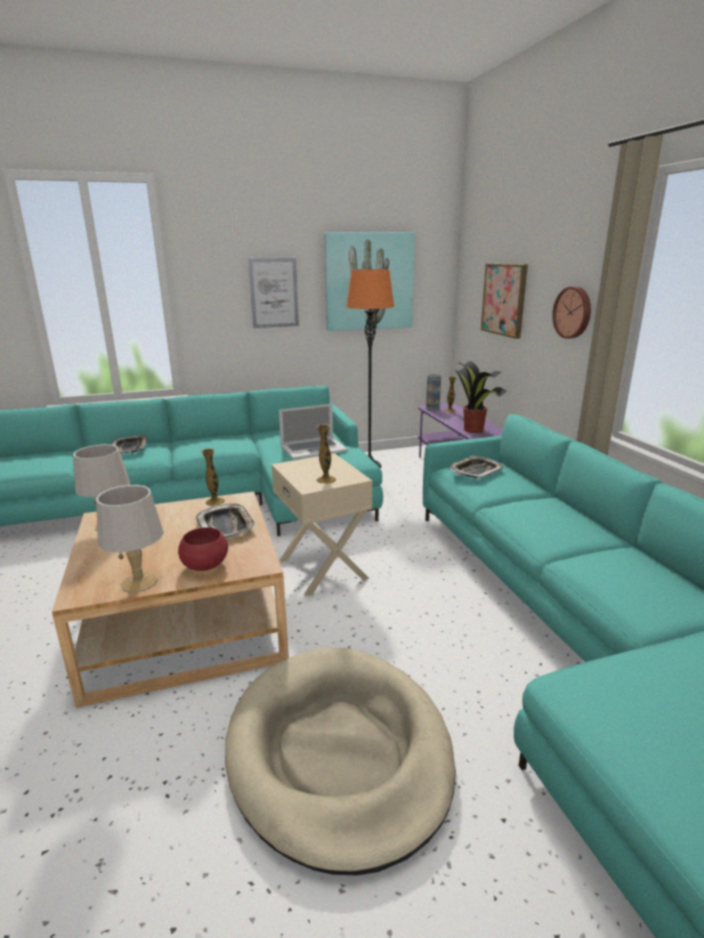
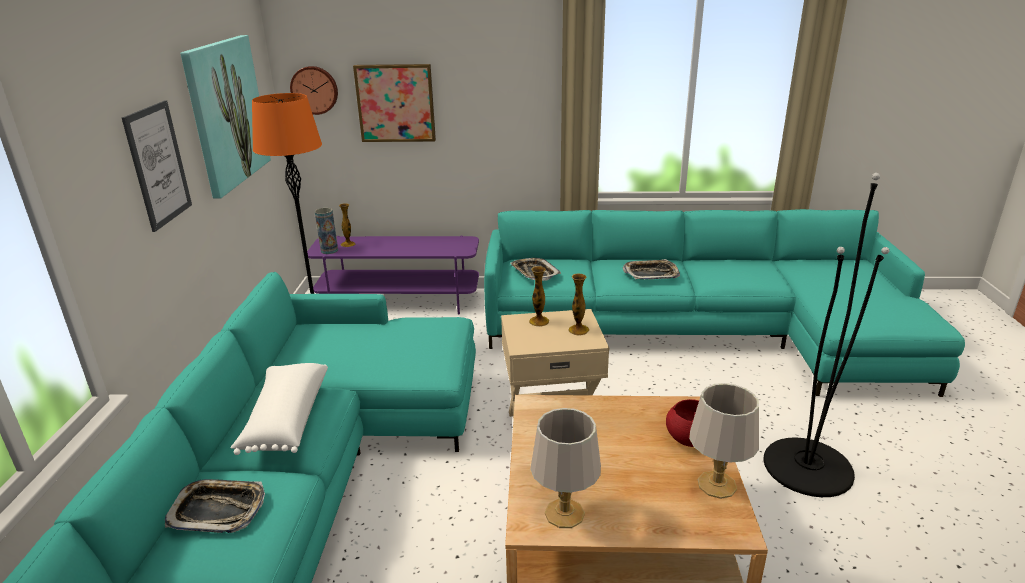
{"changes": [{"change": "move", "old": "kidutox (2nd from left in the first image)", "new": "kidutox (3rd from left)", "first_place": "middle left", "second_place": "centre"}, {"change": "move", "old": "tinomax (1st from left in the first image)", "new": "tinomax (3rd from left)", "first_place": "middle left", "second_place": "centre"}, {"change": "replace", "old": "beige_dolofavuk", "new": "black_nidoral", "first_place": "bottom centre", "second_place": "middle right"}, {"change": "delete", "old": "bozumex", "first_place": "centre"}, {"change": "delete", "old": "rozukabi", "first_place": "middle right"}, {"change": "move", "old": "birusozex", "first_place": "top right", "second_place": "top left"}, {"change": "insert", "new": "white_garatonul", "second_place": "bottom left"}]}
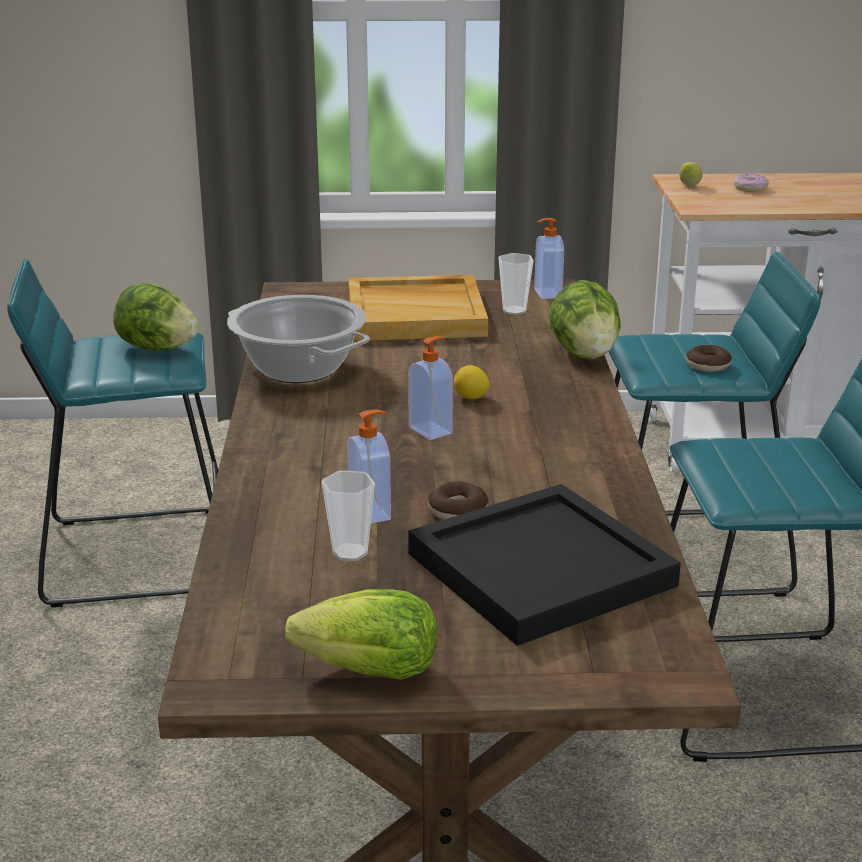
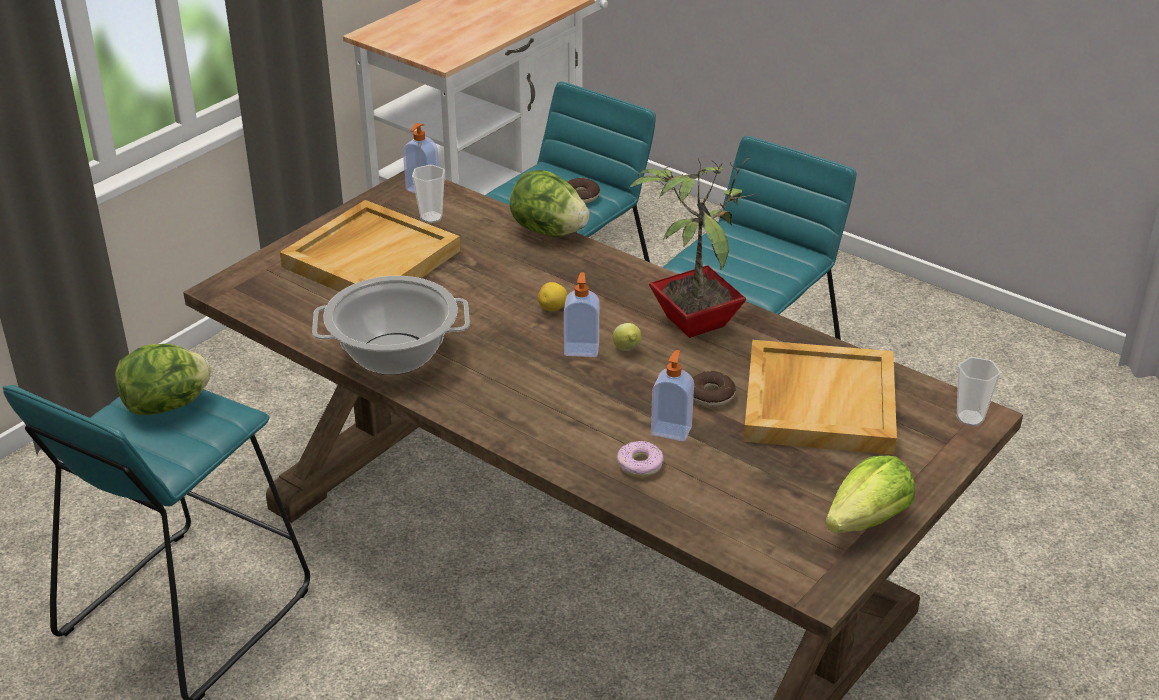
{"changes": [{"change": "move", "old": "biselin (1st from left in the first image)", "new": "biselin (2nd from left)", "first_place": "centre", "second_place": "middle right"}, {"change": "recolor", "old": "black_kidutox", "new": "beige_kidutox (2nd from left)", "first_place": "centre", "second_place": "middle right"}, {"change": "move", "old": "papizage (2nd from left)", "first_place": "top right", "second_place": "centre"}, {"change": "move", "old": "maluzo (3rd from left in the first image)", "new": "maluzo (2nd from left)", "first_place": "top right", "second_place": "centre"}, {"change": "insert", "new": "rozukabi", "second_place": "centre"}]}
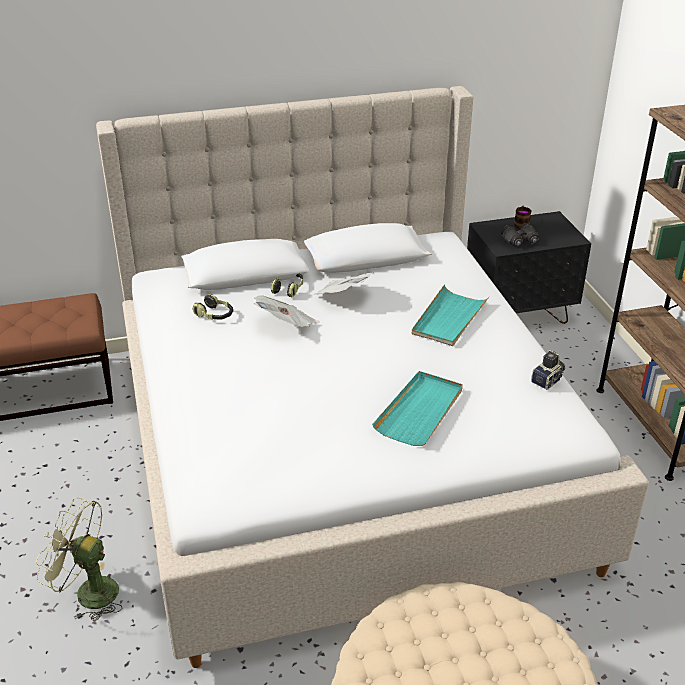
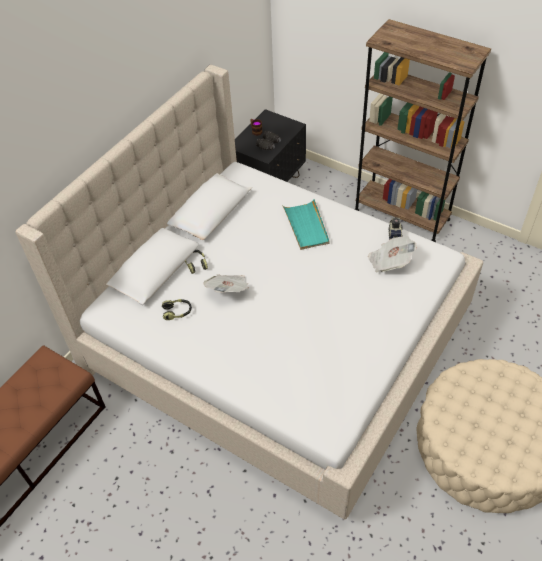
{"changes": [{"change": "delete", "old": "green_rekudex", "first_place": "bottom left"}, {"change": "move", "old": "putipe (2nd from left)", "first_place": "centre", "second_place": "middle right"}, {"change": "delete", "old": "turquoise_kidutox (1st from left)", "first_place": "centre"}]}
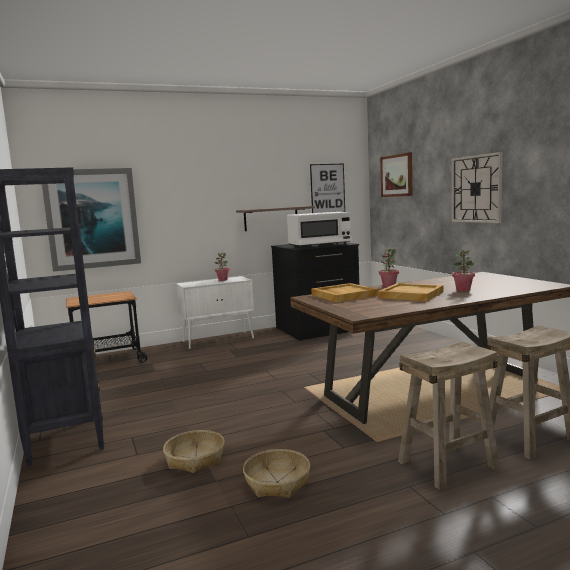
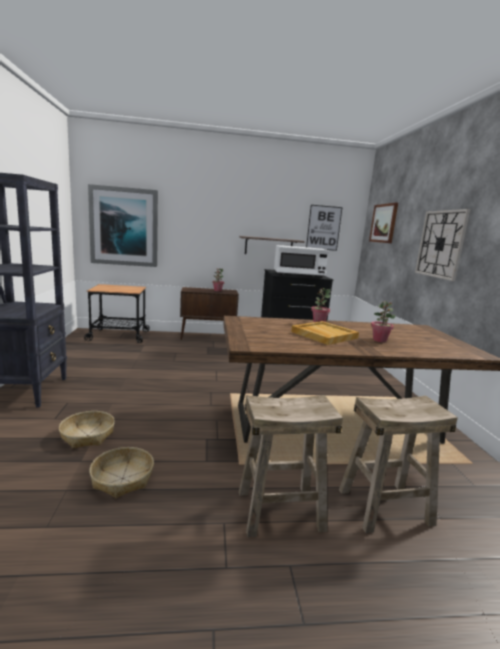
{"changes": [{"change": "recolor", "old": "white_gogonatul", "new": "brown_gogonatul", "first_place": "centre", "second_place": "centre"}, {"change": "delete", "old": "beige_kidutox (1st from left)", "first_place": "centre"}]}
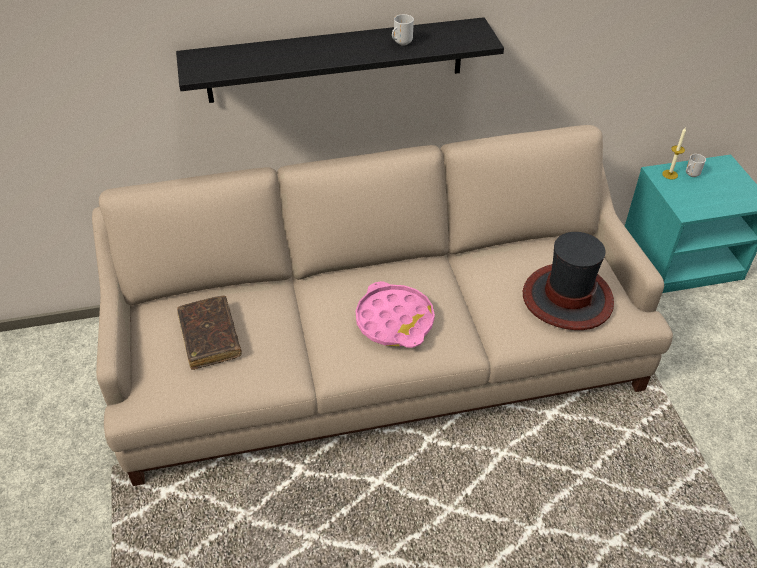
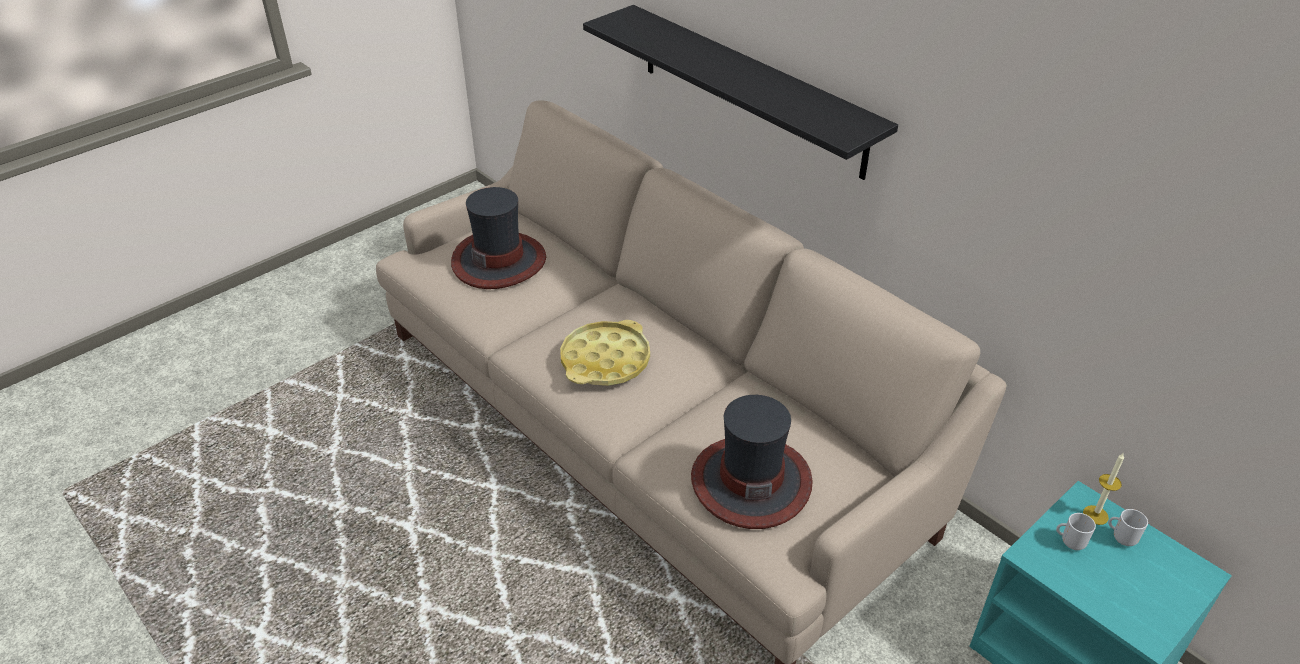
{"changes": [{"change": "replace", "old": "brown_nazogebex", "new": "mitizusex (1st from left)", "first_place": "middle left", "second_place": "centre"}, {"change": "recolor", "old": "pink_kidutox", "new": "yellow_kidutox", "first_place": "centre", "second_place": "centre"}, {"change": "move", "old": "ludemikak (1st from left)", "first_place": "top centre", "second_place": "bottom right"}]}
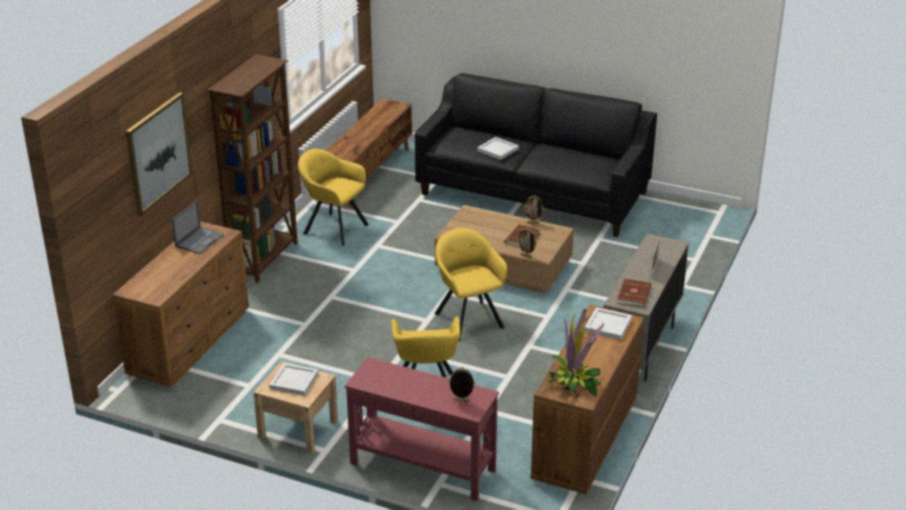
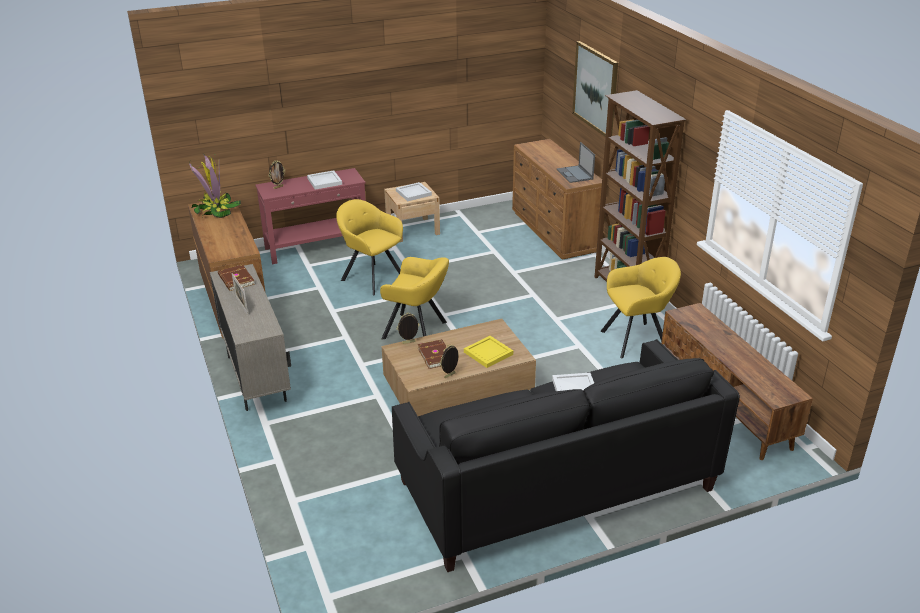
{"changes": [{"change": "move", "old": "white_kidutox (3rd from left in the first image)", "new": "white_kidutox (1st from left)", "first_place": "middle right", "second_place": "top centre"}, {"change": "insert", "new": "yellow_kidutox", "second_place": "centre"}]}
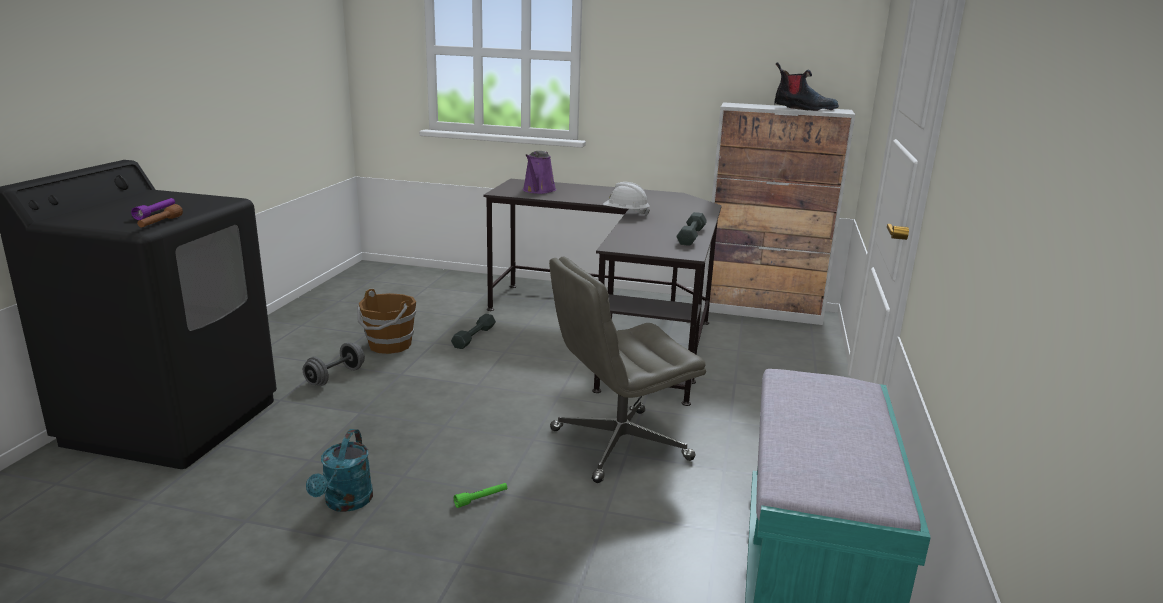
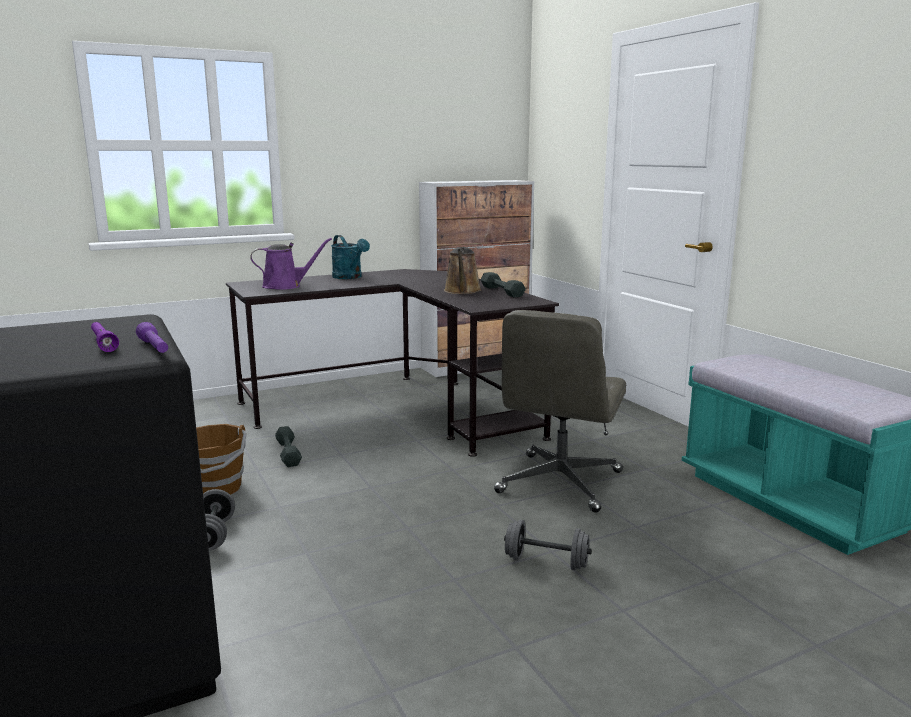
{"changes": [{"change": "recolor", "old": "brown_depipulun", "new": "purple_depipulun (2nd from left)", "first_place": "middle left", "second_place": "middle left"}, {"change": "move", "old": "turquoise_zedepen", "first_place": "bottom left", "second_place": "centre"}, {"change": "replace", "old": "green_depipulun", "new": "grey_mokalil (4th from left)", "first_place": "bottom centre", "second_place": "bottom centre"}, {"change": "rotate", "old": "purple_zedepen", "first_place": "top centre", "second_place": "middle left", "degrees": -75}, {"change": "delete", "old": "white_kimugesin", "first_place": "top centre"}, {"change": "delete", "old": "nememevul", "first_place": "top right"}, {"change": "insert", "new": "brown_zedepen", "second_place": "centre"}]}
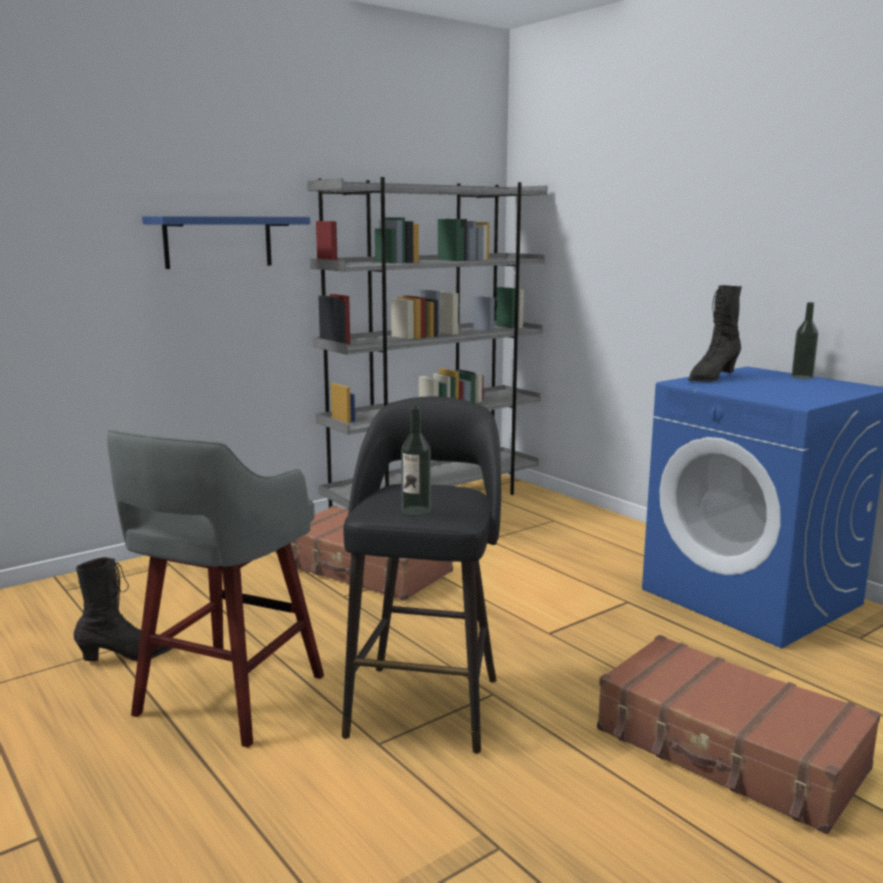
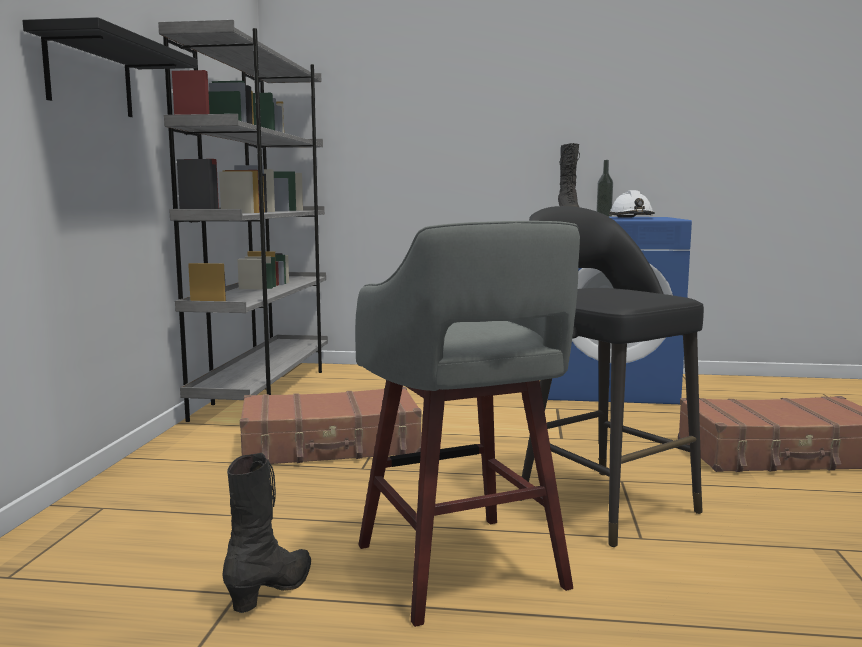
{"changes": [{"change": "recolor", "old": "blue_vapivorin", "new": "black_vapivorin", "first_place": "top left", "second_place": "top left"}, {"change": "delete", "old": "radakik (1st from left)", "first_place": "centre"}, {"change": "insert", "new": "white_kimugesin", "second_place": "top right"}]}
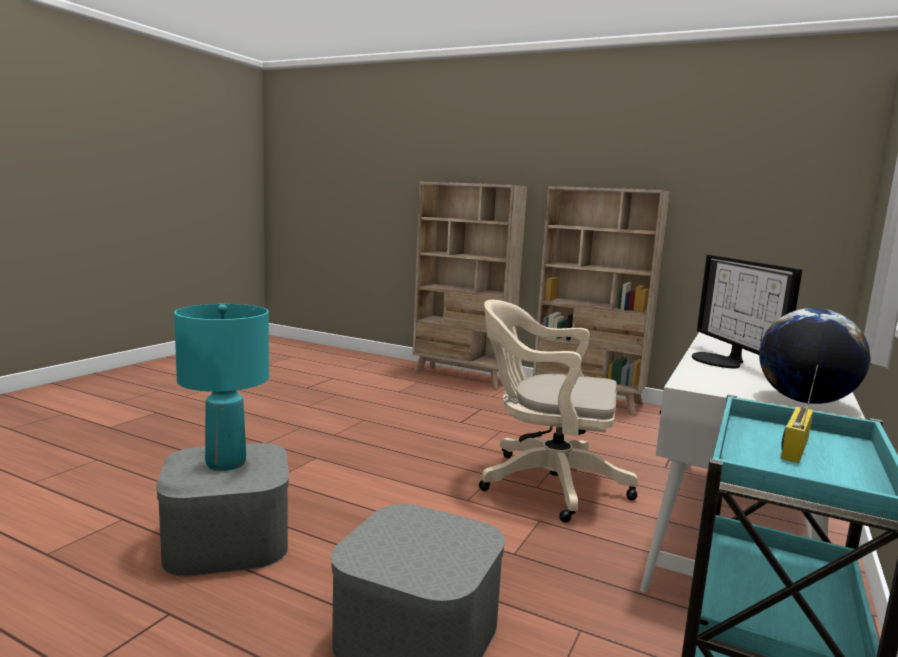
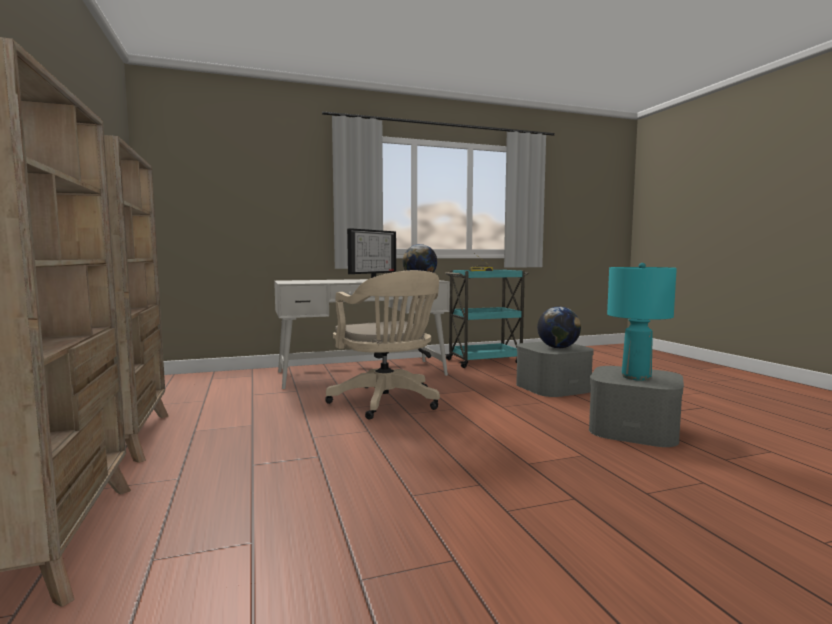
{"changes": [{"change": "insert", "new": "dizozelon (2nd from left)", "second_place": "middle right"}]}
